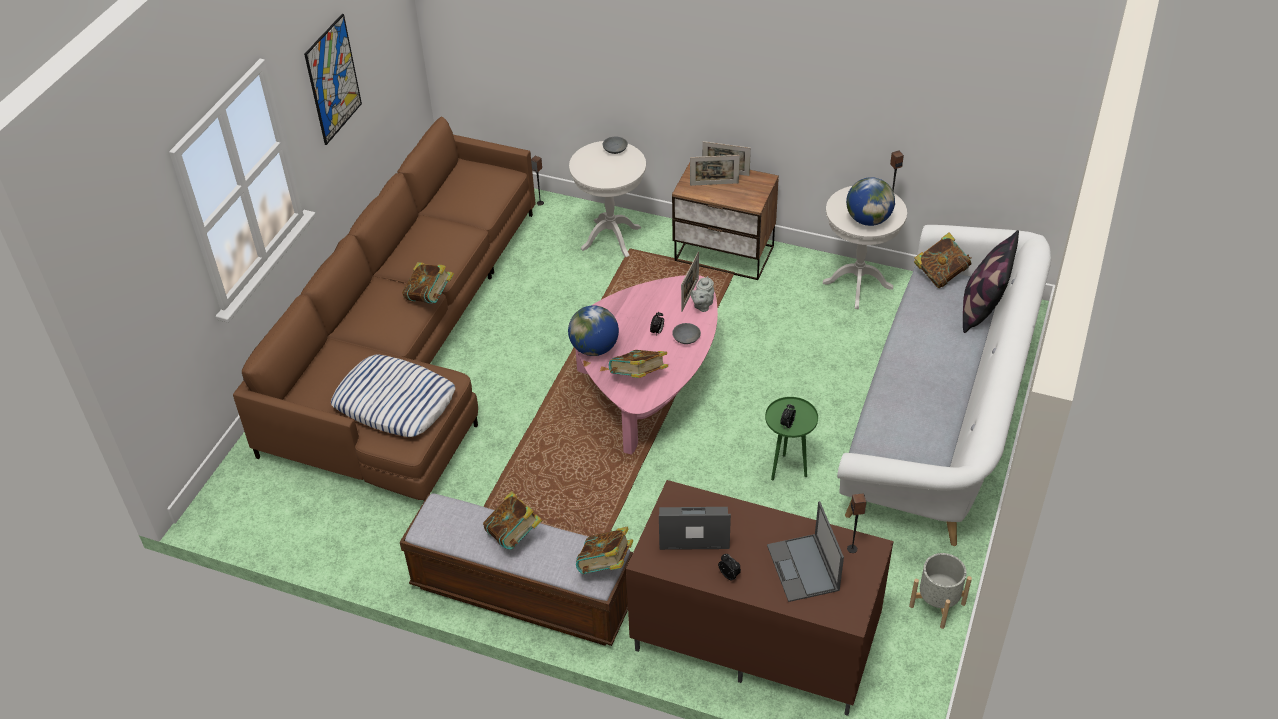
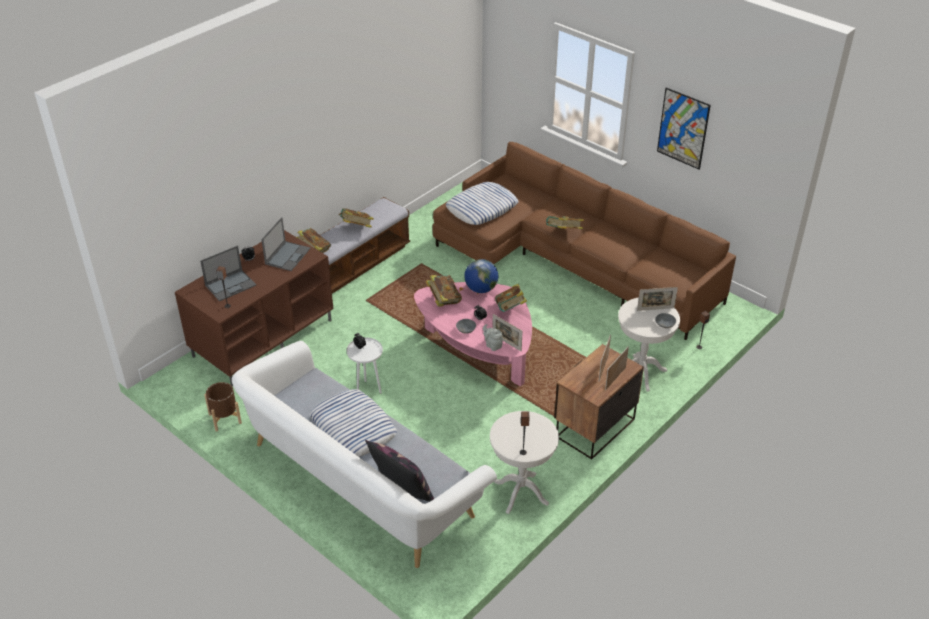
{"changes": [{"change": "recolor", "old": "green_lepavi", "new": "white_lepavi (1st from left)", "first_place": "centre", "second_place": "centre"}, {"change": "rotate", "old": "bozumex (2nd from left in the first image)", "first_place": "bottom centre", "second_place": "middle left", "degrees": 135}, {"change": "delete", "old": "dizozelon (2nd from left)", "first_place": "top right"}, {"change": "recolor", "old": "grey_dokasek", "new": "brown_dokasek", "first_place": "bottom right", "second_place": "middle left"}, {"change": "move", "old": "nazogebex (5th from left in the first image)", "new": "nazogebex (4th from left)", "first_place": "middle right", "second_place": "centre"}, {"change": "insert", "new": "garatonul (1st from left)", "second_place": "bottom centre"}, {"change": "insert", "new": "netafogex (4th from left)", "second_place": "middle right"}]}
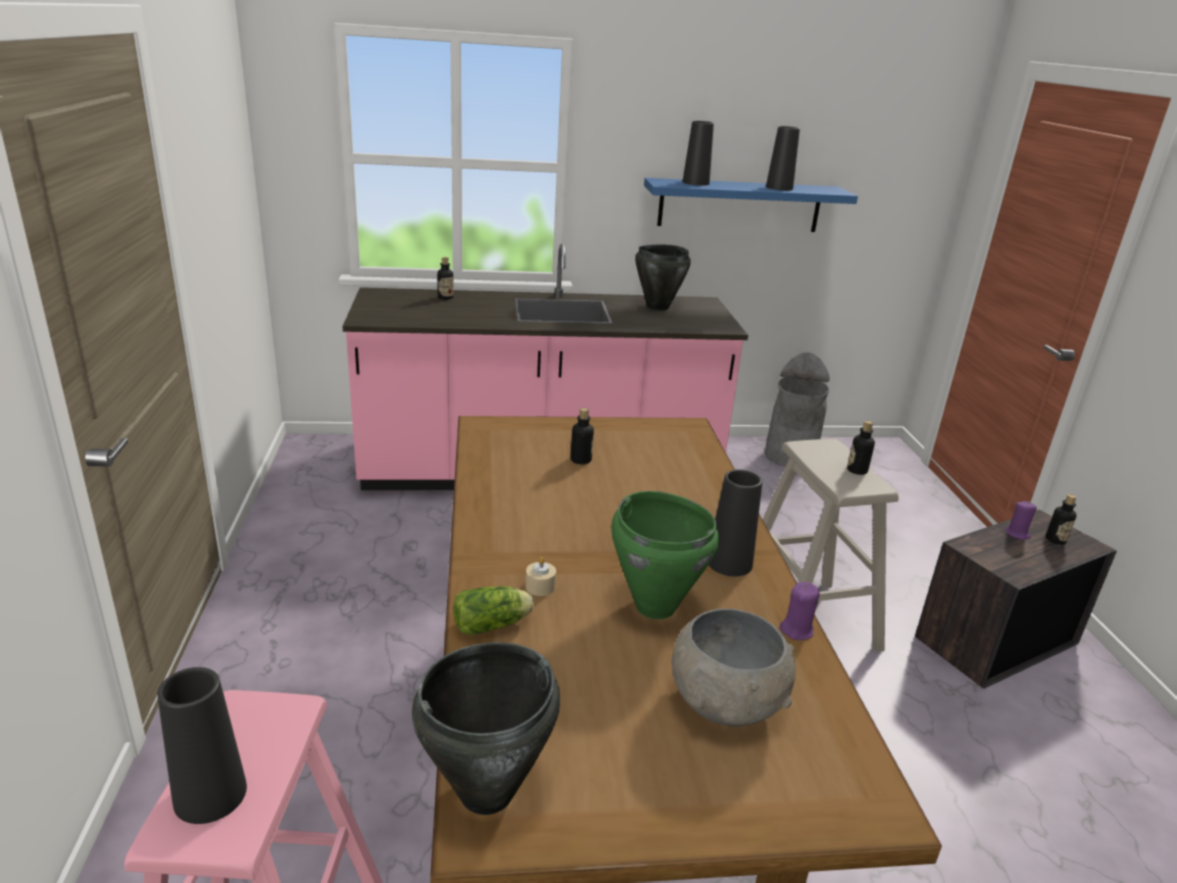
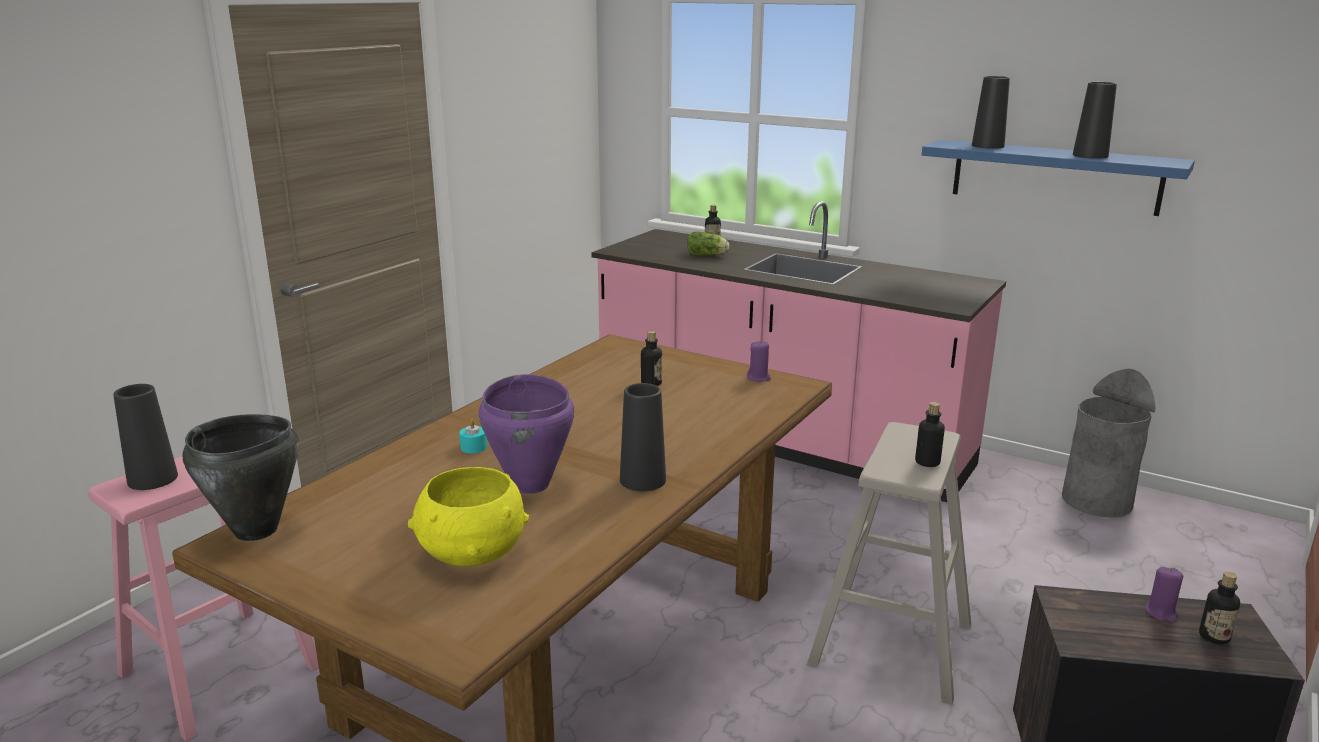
{"changes": [{"change": "move", "old": "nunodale", "first_place": "bottom centre", "second_place": "top centre"}, {"change": "recolor", "old": "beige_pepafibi", "new": "turquoise_pepafibi", "first_place": "centre", "second_place": "centre"}, {"change": "recolor", "old": "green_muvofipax", "new": "purple_muvofipax", "first_place": "centre", "second_place": "centre"}, {"change": "delete", "old": "black_muvofipax (2nd from left)", "first_place": "top centre"}, {"change": "recolor", "old": "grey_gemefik", "new": "yellow_gemefik", "first_place": "bottom centre", "second_place": "bottom centre"}, {"change": "move", "old": "purple_pepafibi (1st from left)", "first_place": "bottom right", "second_place": "centre"}]}
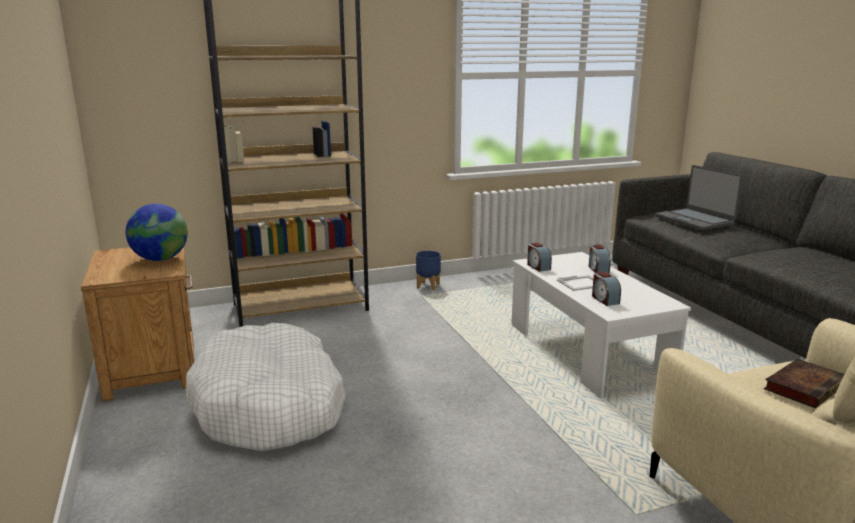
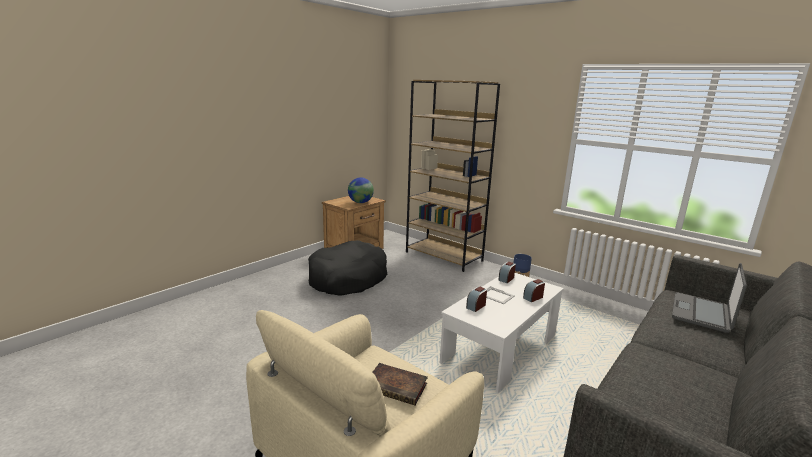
{"changes": [{"change": "recolor", "old": "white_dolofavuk", "new": "black_dolofavuk", "first_place": "bottom left", "second_place": "centre"}]}
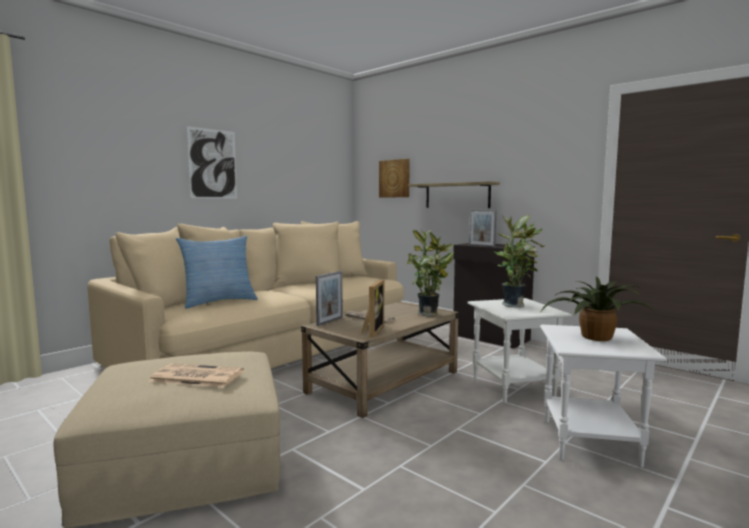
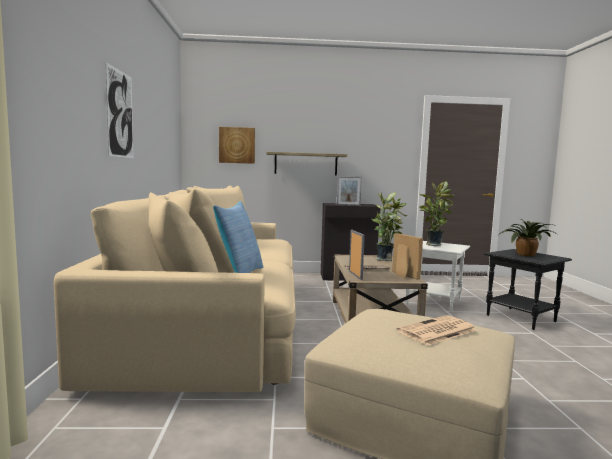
{"changes": [{"change": "recolor", "old": "white_lepavi (2nd from left)", "new": "black_lepavi", "first_place": "bottom right", "second_place": "middle right"}]}
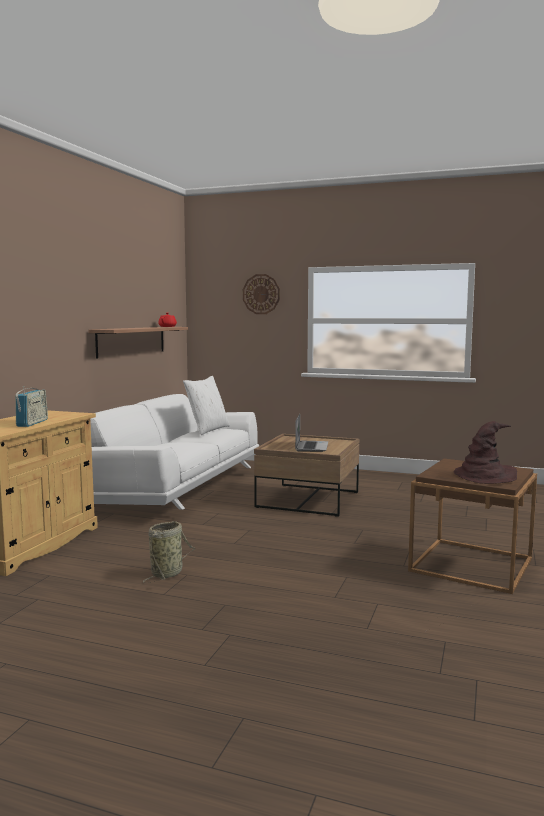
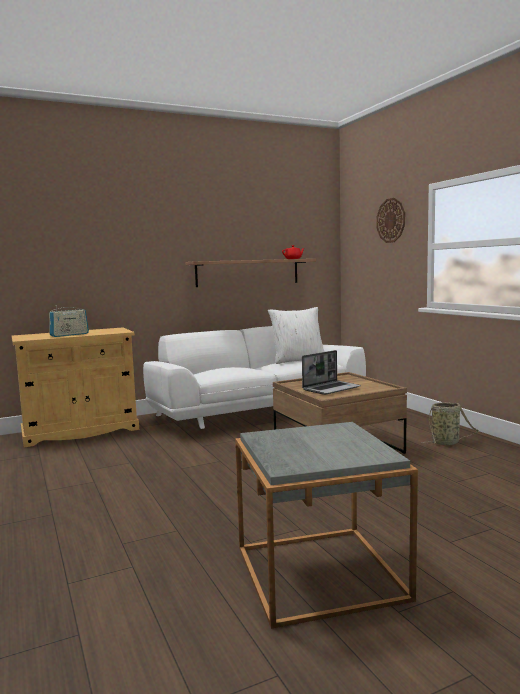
{"changes": [{"change": "move", "old": "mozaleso", "first_place": "bottom left", "second_place": "middle right"}, {"change": "recolor", "old": "brown_lepavi", "new": "grey_lepavi", "first_place": "middle right", "second_place": "bottom centre"}, {"change": "delete", "old": "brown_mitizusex", "first_place": "middle right"}]}
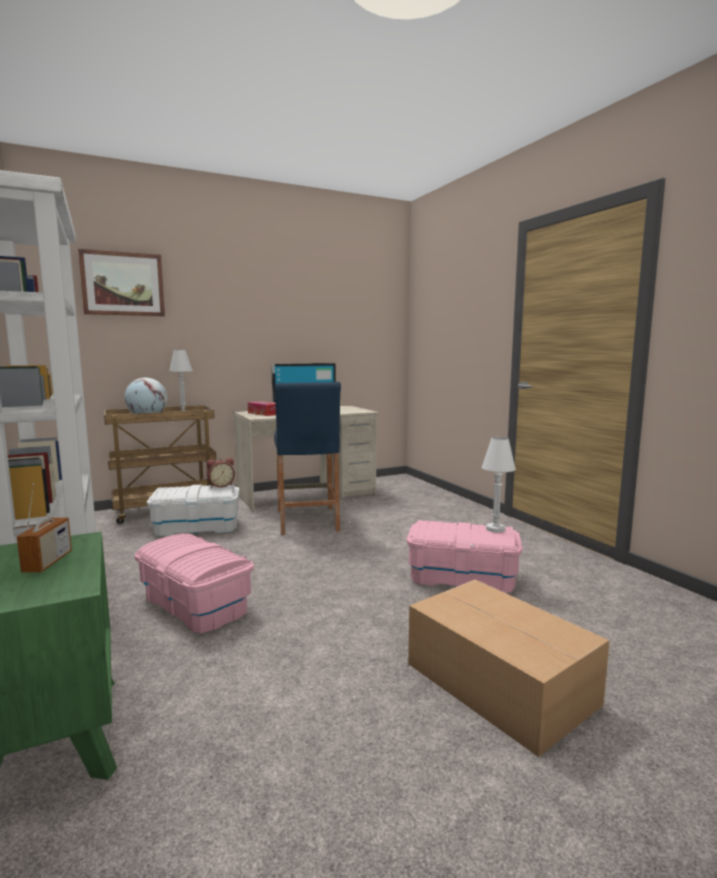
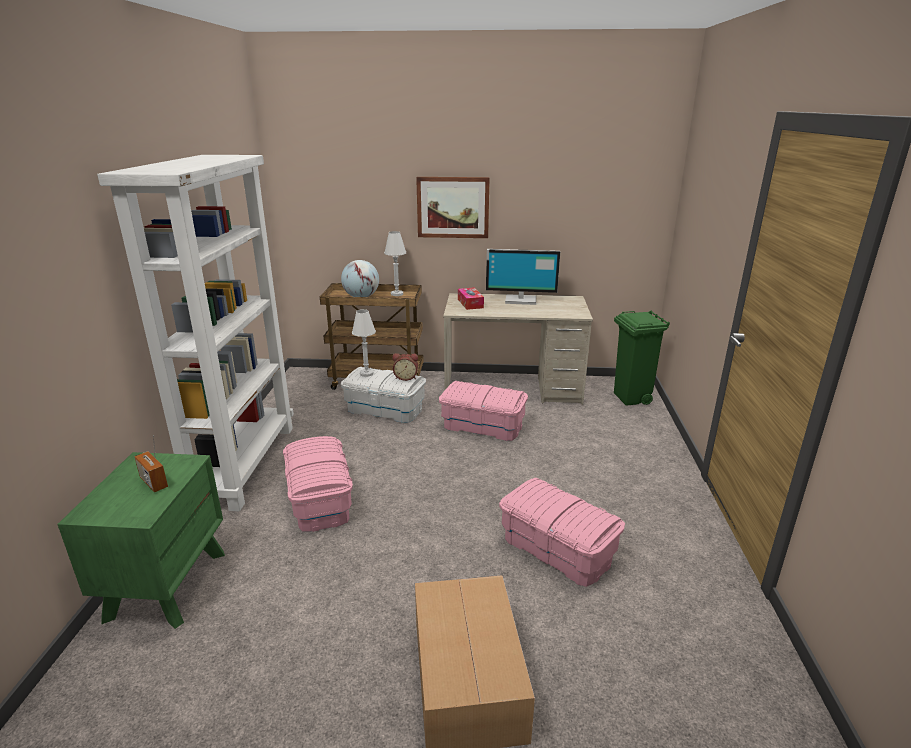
{"changes": [{"change": "rotate", "old": "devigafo", "first_place": "middle left", "second_place": "middle left", "degrees": 105}, {"change": "move", "old": "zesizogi", "first_place": "top left", "second_place": "top centre"}, {"change": "replace", "old": "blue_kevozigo", "new": "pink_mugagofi (2nd from left)", "first_place": "centre", "second_place": "centre"}, {"change": "move", "old": "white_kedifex (2nd from left in the first image)", "new": "white_kedifex (1st from left)", "first_place": "middle right", "second_place": "centre"}, {"change": "insert", "new": "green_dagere", "second_place": "middle right"}]}
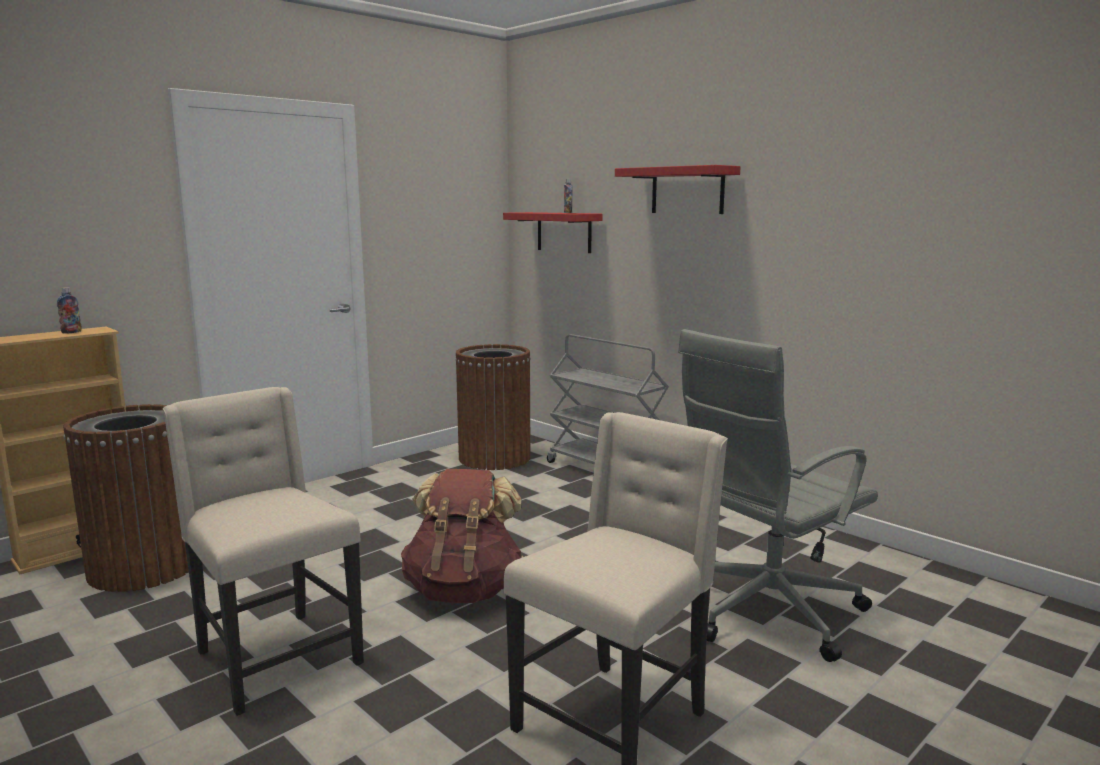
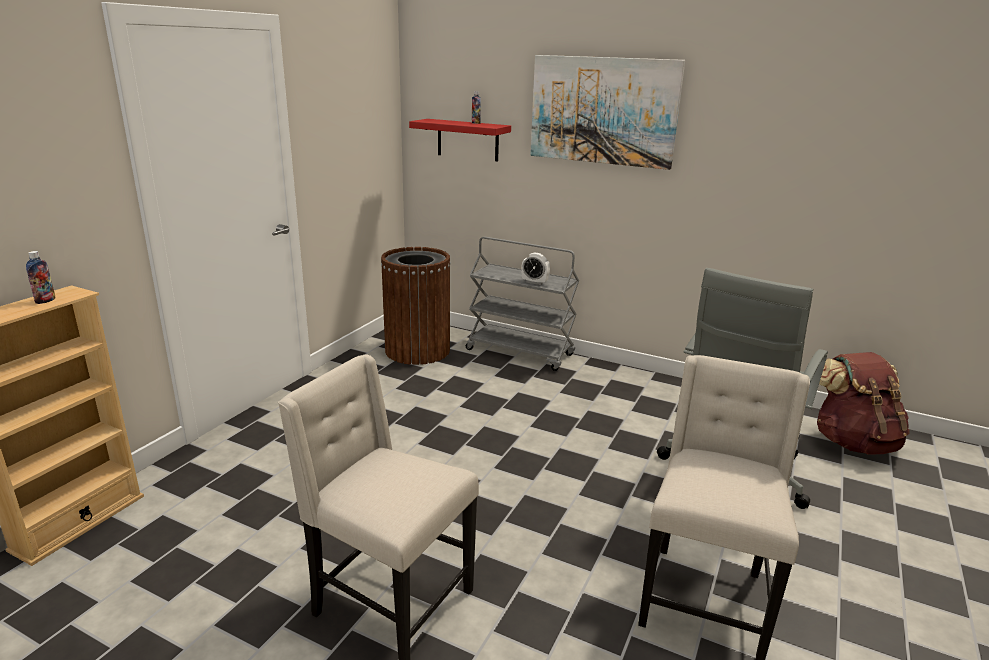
{"changes": [{"change": "delete", "old": "brown_dagere (1st from left)", "first_place": "middle left"}, {"change": "move", "old": "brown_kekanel", "first_place": "bottom centre", "second_place": "middle right"}, {"change": "replace", "old": "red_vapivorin (2nd from left)", "new": "zesizogi", "first_place": "top centre", "second_place": "top centre"}, {"change": "insert", "new": "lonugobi", "second_place": "centre"}]}
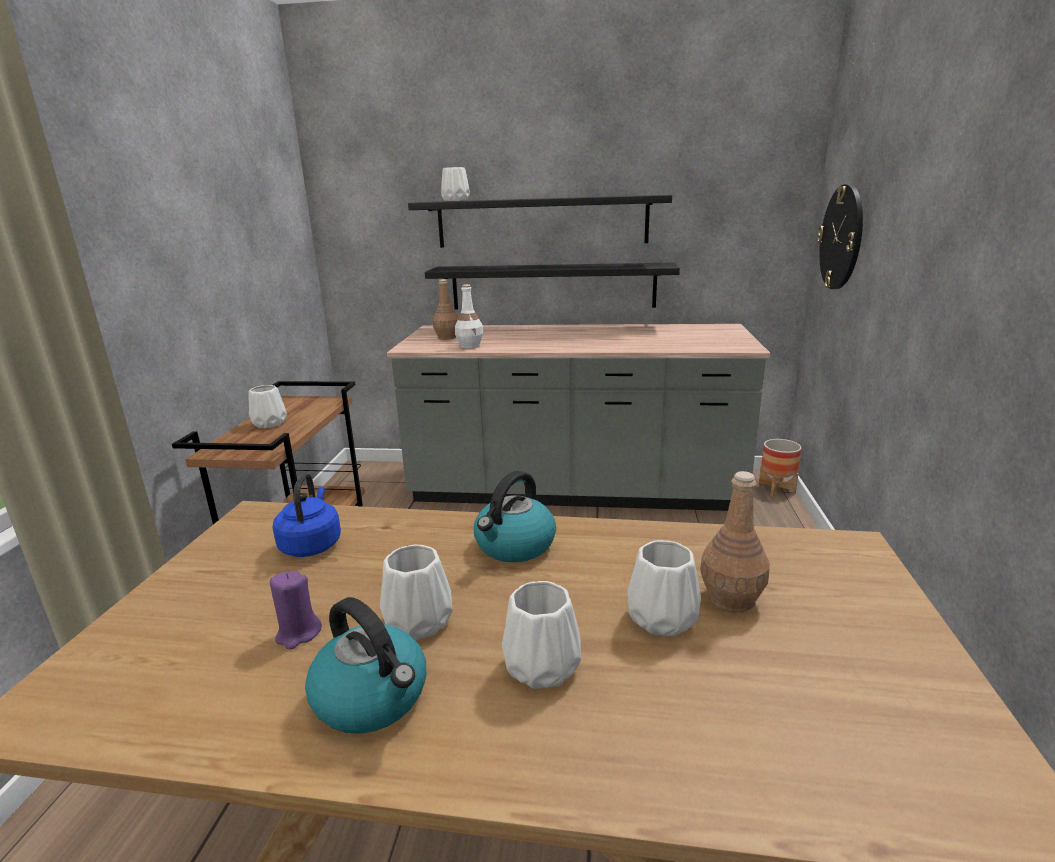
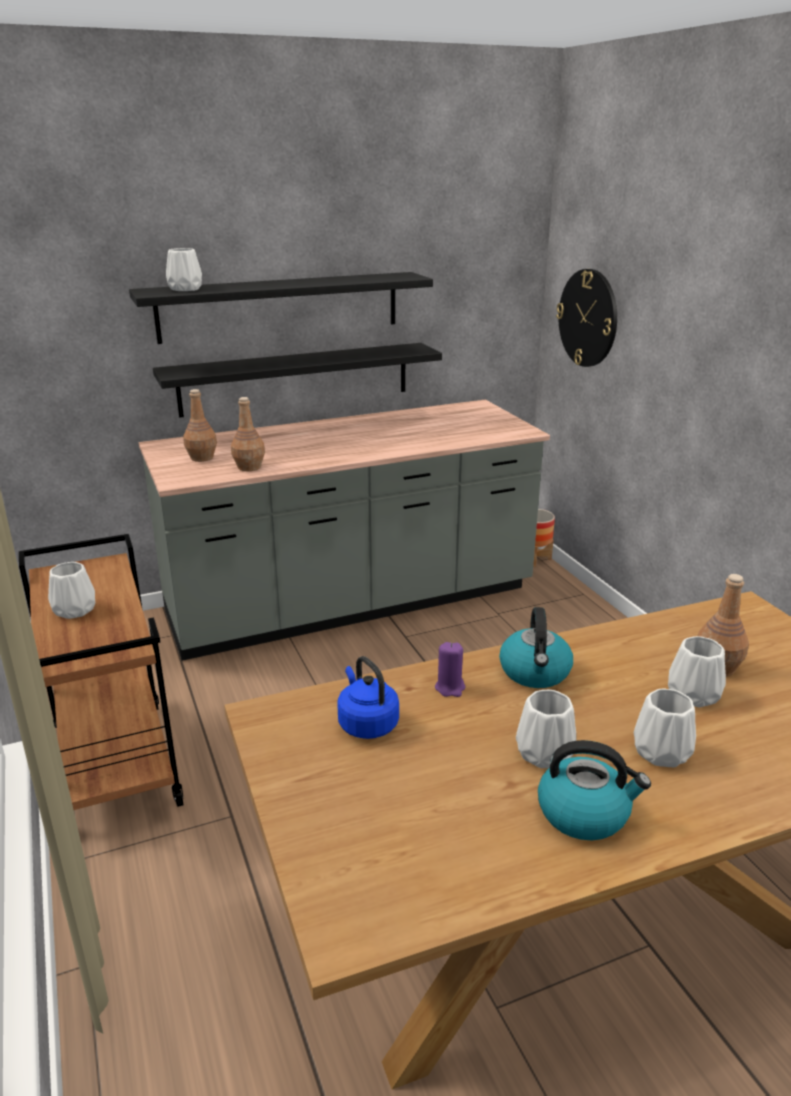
{"changes": [{"change": "move", "old": "purple_pepafibi", "first_place": "bottom left", "second_place": "centre"}, {"change": "recolor", "old": "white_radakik", "new": "brown_radakik (2nd from left)", "first_place": "centre", "second_place": "middle left"}]}
